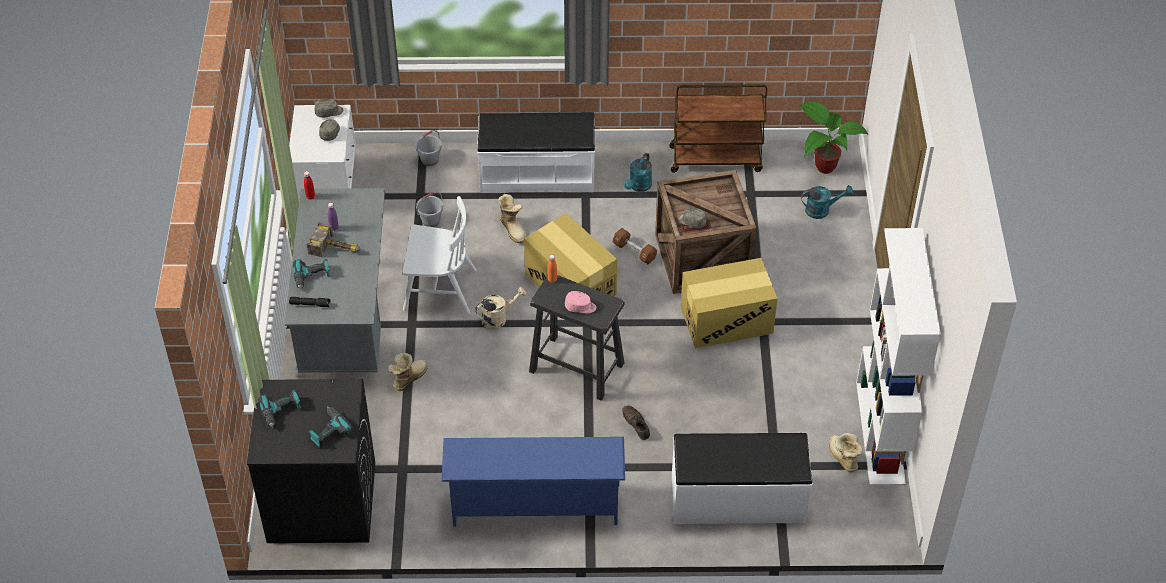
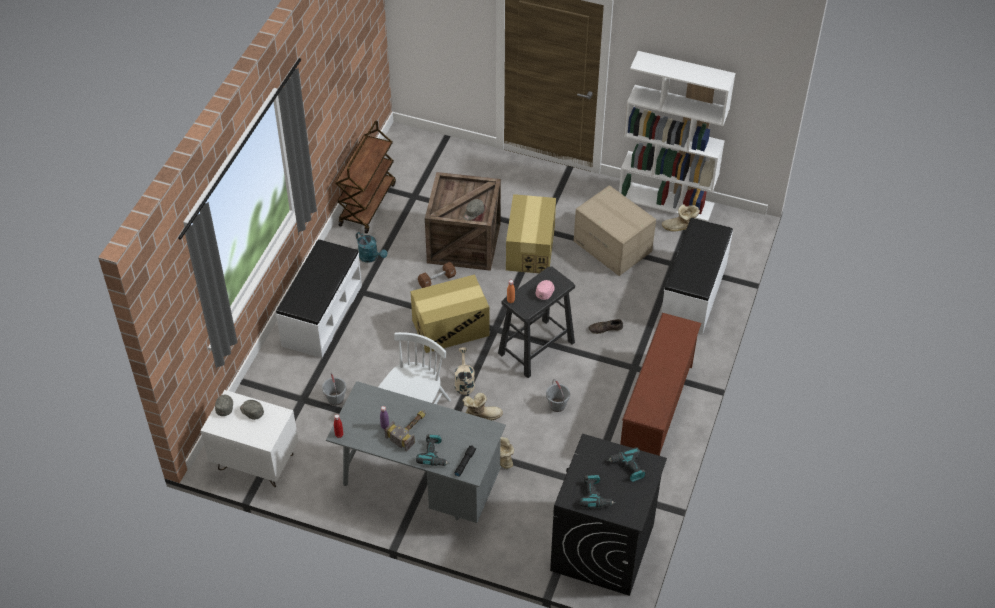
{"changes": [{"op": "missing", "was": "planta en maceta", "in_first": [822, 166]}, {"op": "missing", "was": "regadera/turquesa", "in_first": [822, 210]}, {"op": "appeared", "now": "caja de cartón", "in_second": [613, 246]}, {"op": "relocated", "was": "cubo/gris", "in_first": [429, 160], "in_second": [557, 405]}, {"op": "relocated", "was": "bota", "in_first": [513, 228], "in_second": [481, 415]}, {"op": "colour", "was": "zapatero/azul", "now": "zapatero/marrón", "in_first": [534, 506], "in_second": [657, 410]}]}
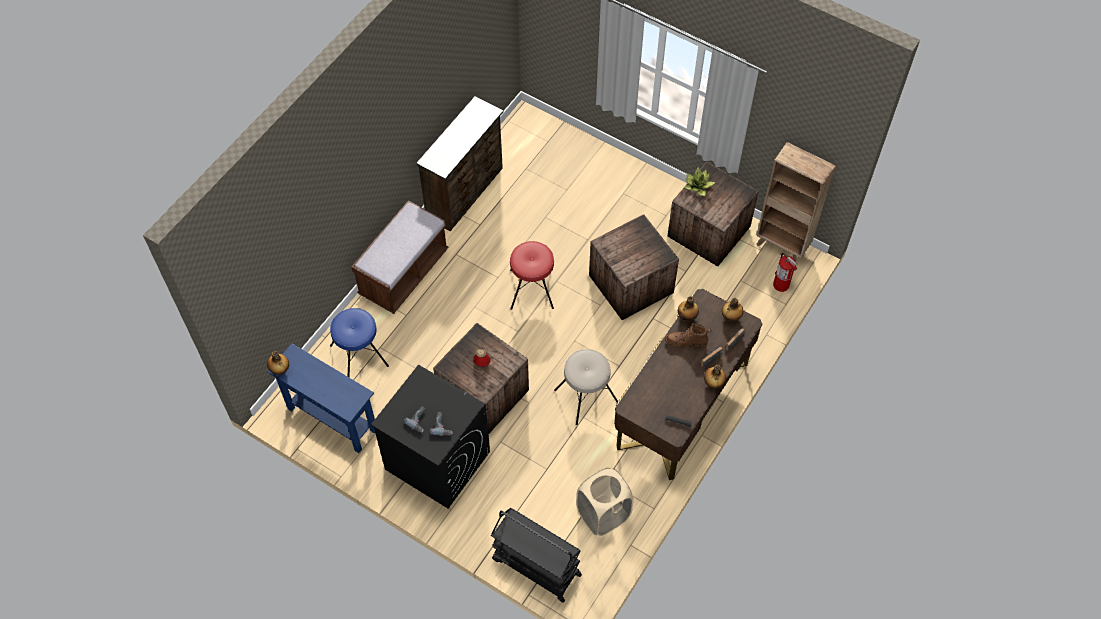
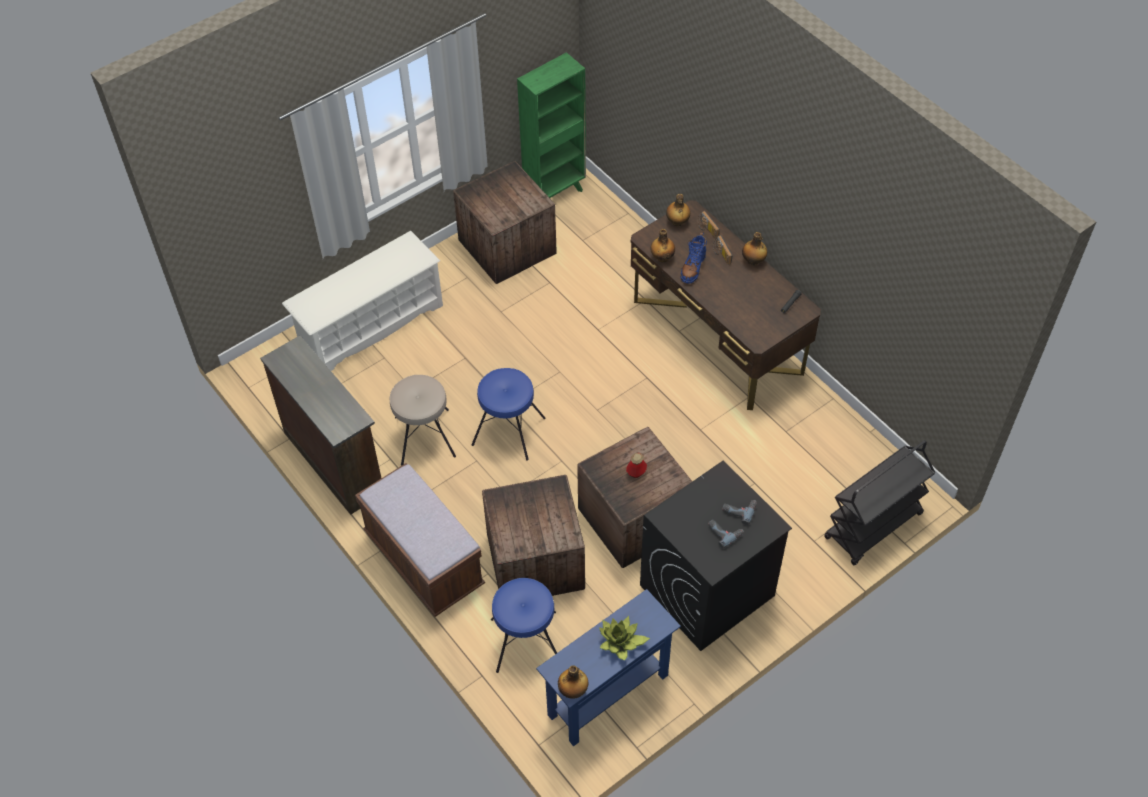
{"changes": [{"op": "missing", "was": "cesto de la ropa/beis", "in_first": [603, 514]}, {"op": "missing", "was": "extintor", "in_first": [781, 285]}, {"op": "appeared", "now": "zapatero/blanco", "in_second": [370, 325]}, {"op": "relocated", "was": "taburete/beis", "in_first": [586, 396], "in_second": [424, 437]}, {"op": "relocated", "was": "caja de embalaje", "in_first": [632, 284], "in_second": [536, 560]}, {"op": "relocated", "was": "planta en maceta", "in_first": [698, 186], "in_second": [621, 642]}, {"op": "colour", "was": "taburete/rojo", "now": "taburete/azul", "in_first": [532, 289], "in_second": [508, 430]}, {"op": "colour", "was": "bota/marrón", "now": "bota/azul", "in_first": [686, 341], "in_second": [693, 267]}, {"op": "colour", "was": "estantería/marrón", "now": "estantería/verde", "in_first": [782, 246], "in_second": [555, 193]}]}
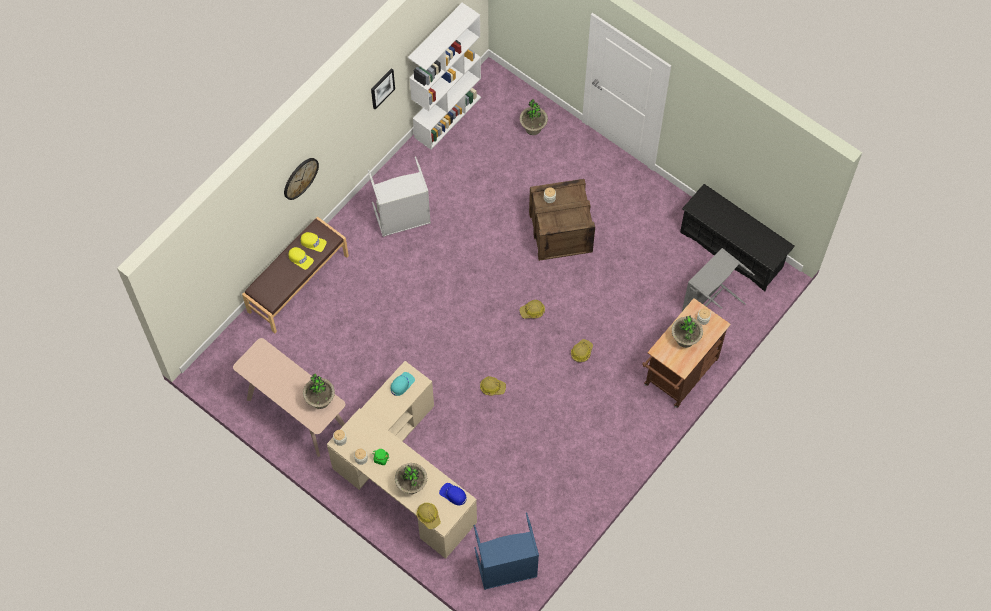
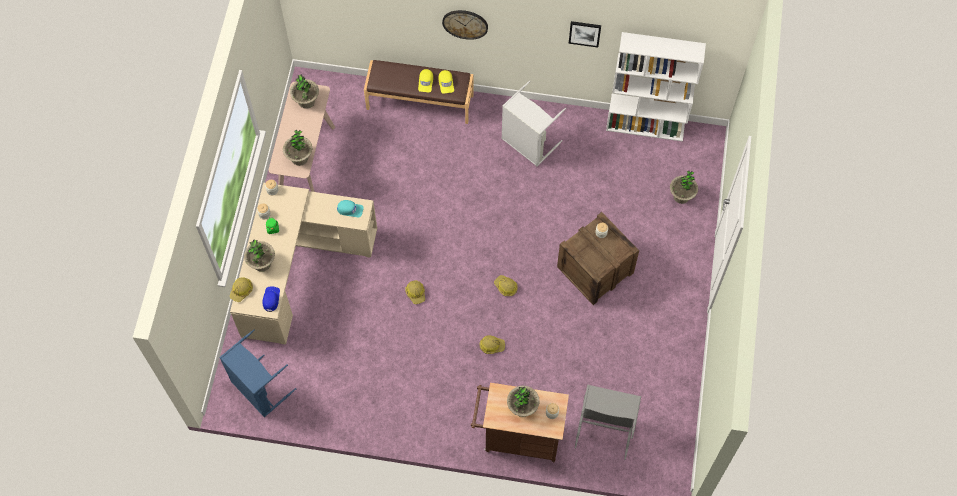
{"changes": [{"op": "missing", "was": "zapatero/negro", "in_first": [732, 250]}, {"op": "appeared", "now": "planta en maceta", "in_second": [306, 101]}]}
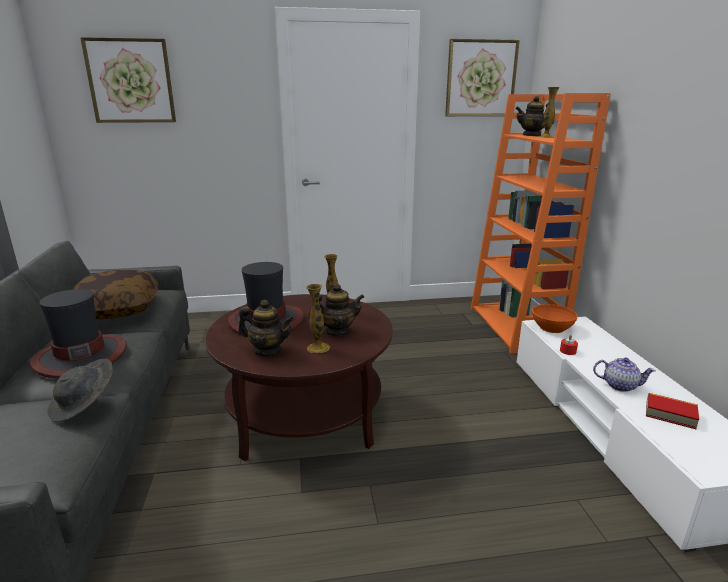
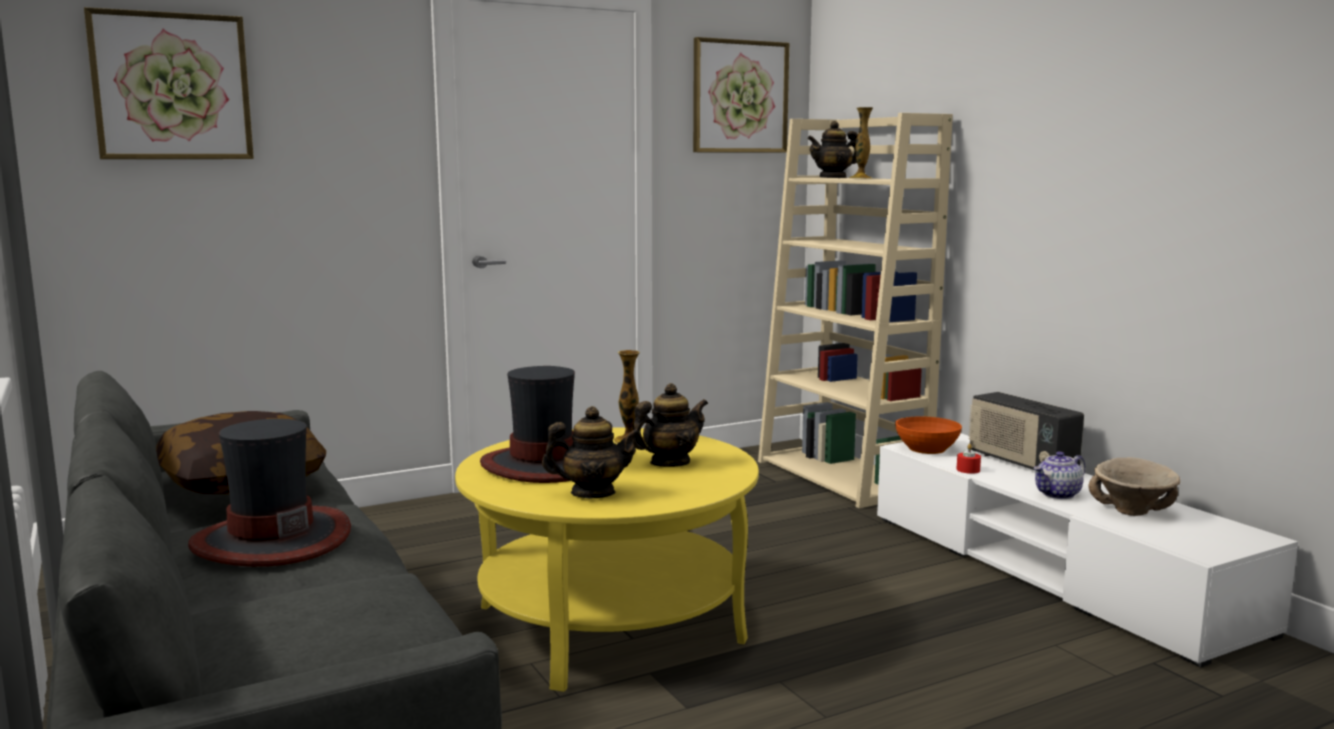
{"changes": [{"op": "missing", "was": "sombrero/gris", "in_first": [84, 404]}, {"op": "missing", "was": "florero", "in_first": [318, 348]}, {"op": "appeared", "now": "radio", "in_second": [1020, 463]}, {"op": "exchanged", "was": "libro", "now": "cuenco/beis", "in_first": [670, 414], "in_second": [1133, 512]}, {"op": "colour", "was": "mesa de centro/marrón", "now": "mesa de centro/amarillo", "in_first": [305, 414], "in_second": [609, 623]}, {"op": "colour", "was": "estantería/naranja", "now": "estantería/beis", "in_first": [516, 327], "in_second": [843, 477]}, {"op": "spun", "was": "tetera", "in_first": [620, 385], "in_second": [1058, 494], "clockwise": 150}]}
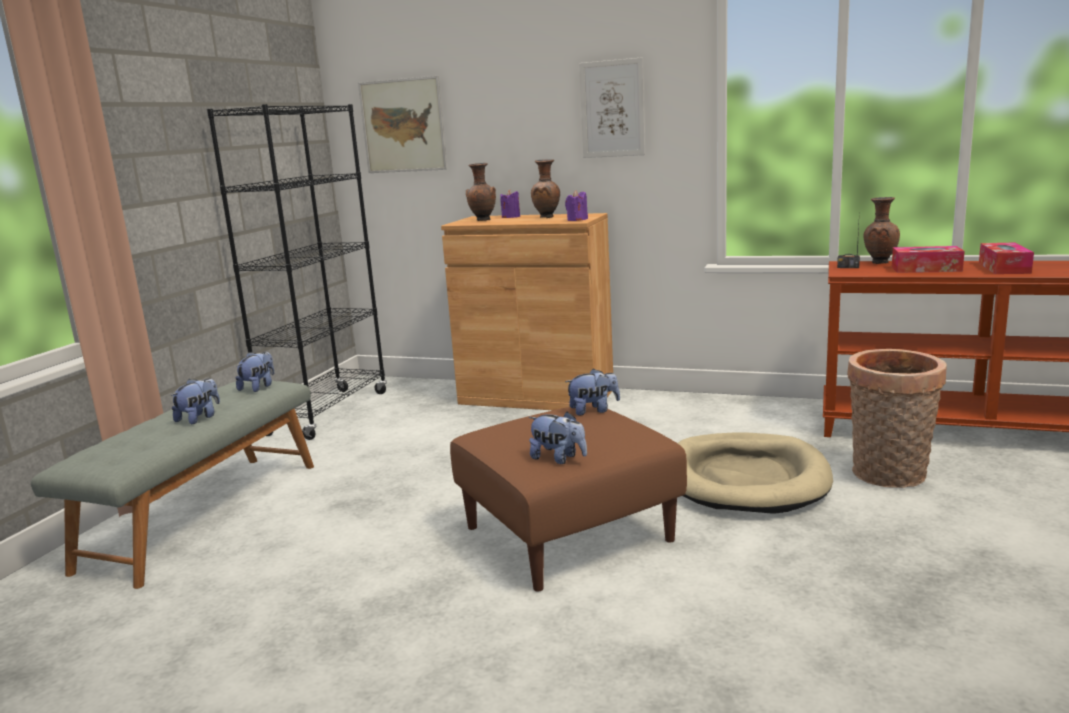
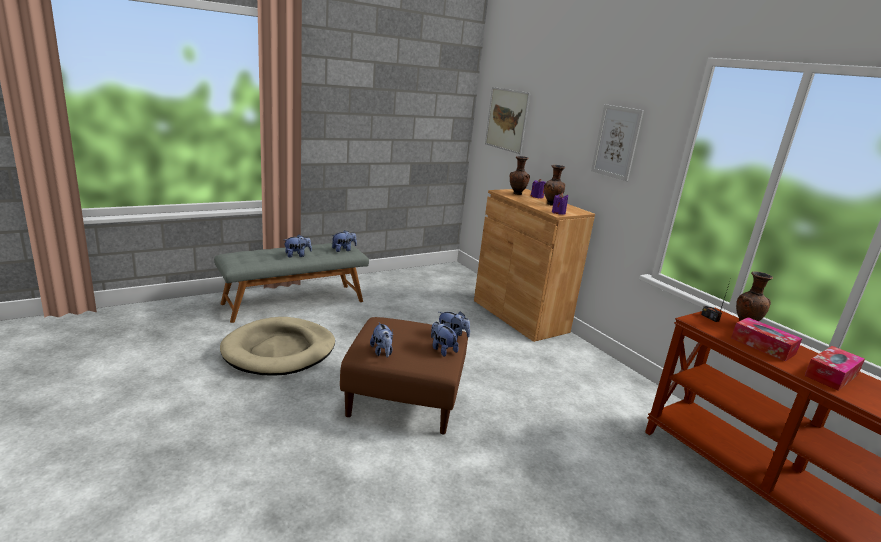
{"changes": [{"op": "missing", "was": "estantería/negro", "in_first": [328, 413]}, {"op": "missing", "was": "cesta", "in_first": [888, 476]}, {"op": "appeared", "now": "peluche", "in_second": [442, 349]}, {"op": "relocated", "was": "cama para perro/beis", "in_first": [745, 479], "in_second": [279, 350]}]}
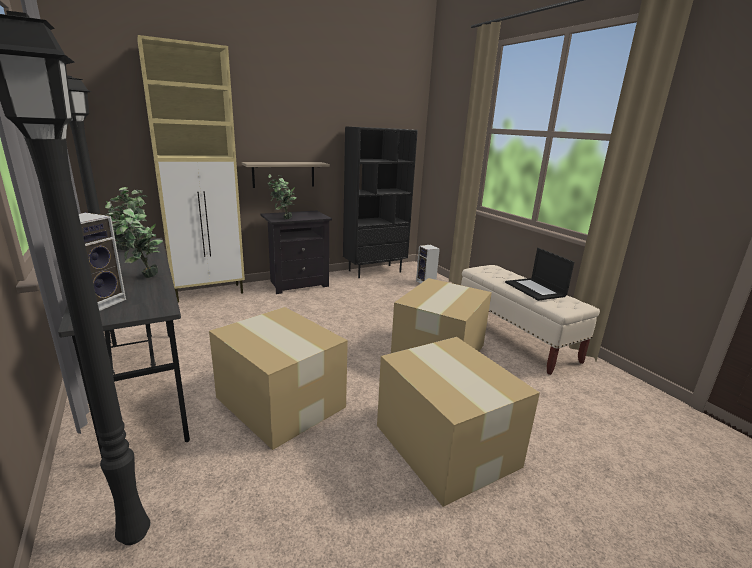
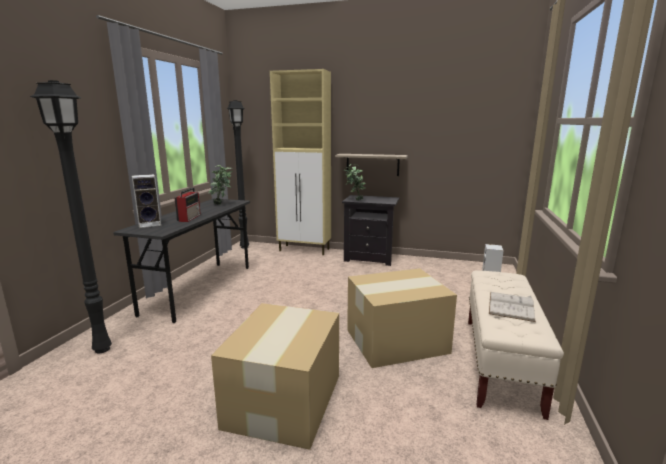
{"changes": [{"op": "missing", "was": "caja de cartón", "in_first": [281, 403]}, {"op": "missing", "was": "estantería/negro", "in_first": [375, 271]}, {"op": "exchanged", "was": "planta en maceta", "now": "radio", "in_first": [140, 278], "in_second": [189, 217]}, {"op": "exchanged", "was": "portátil", "now": "libro/blanco", "in_first": [536, 289], "in_second": [511, 306]}]}
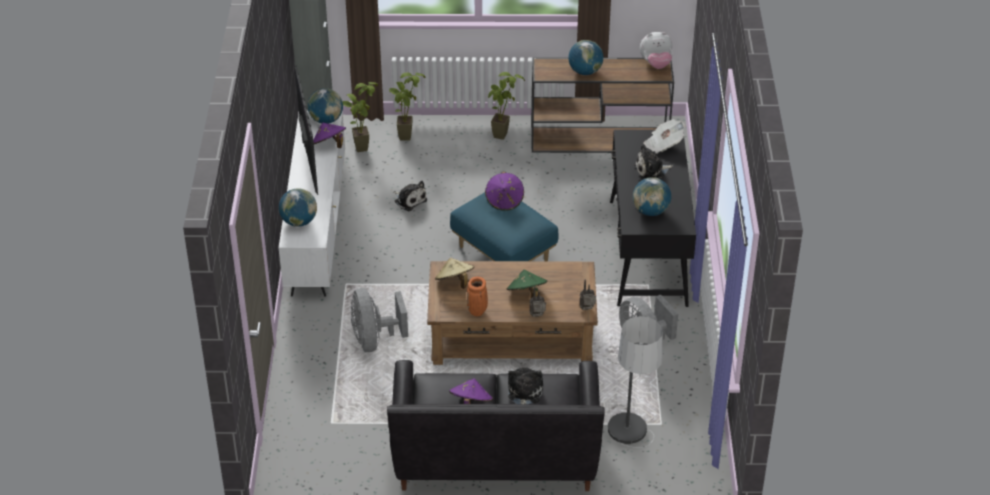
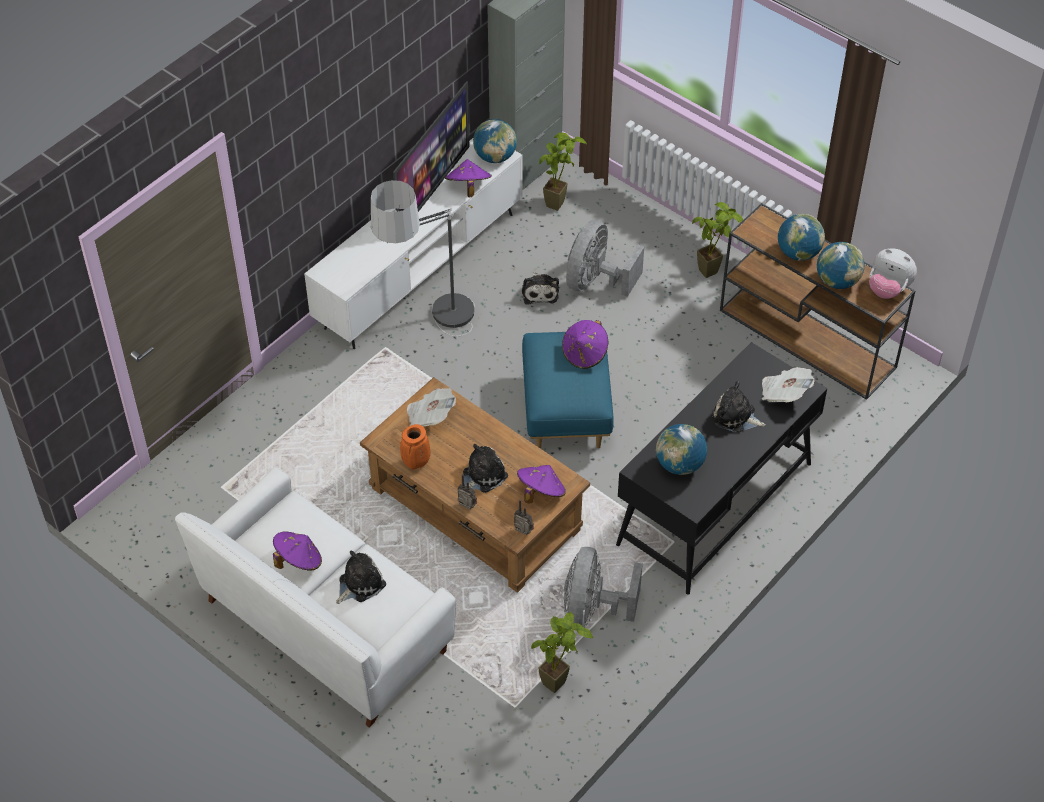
{"changes": [{"op": "appeared", "now": "sombrero/morado", "in_second": [540, 492]}, {"op": "relocated", "was": "globo terráqueo", "in_first": [299, 222], "in_second": [837, 281]}, {"op": "relocated", "was": "ventilador/gris", "in_first": [374, 340], "in_second": [596, 282]}, {"op": "relocated", "was": "planta en maceta", "in_first": [407, 134], "in_second": [561, 680]}, {"op": "relocated", "was": "lámpara de pie", "in_first": [630, 454], "in_second": [431, 334]}, {"op": "exchanged", "was": "sombrero/beis", "now": "periódico", "in_first": [454, 282], "in_second": [430, 416]}, {"op": "exchanged", "was": "sombrero/verde", "now": "peluche", "in_first": [526, 295], "in_second": [482, 476]}, {"op": "colour", "was": "sofá/negro", "now": "sofá/blanco", "in_first": [495, 455], "in_second": [325, 626]}]}
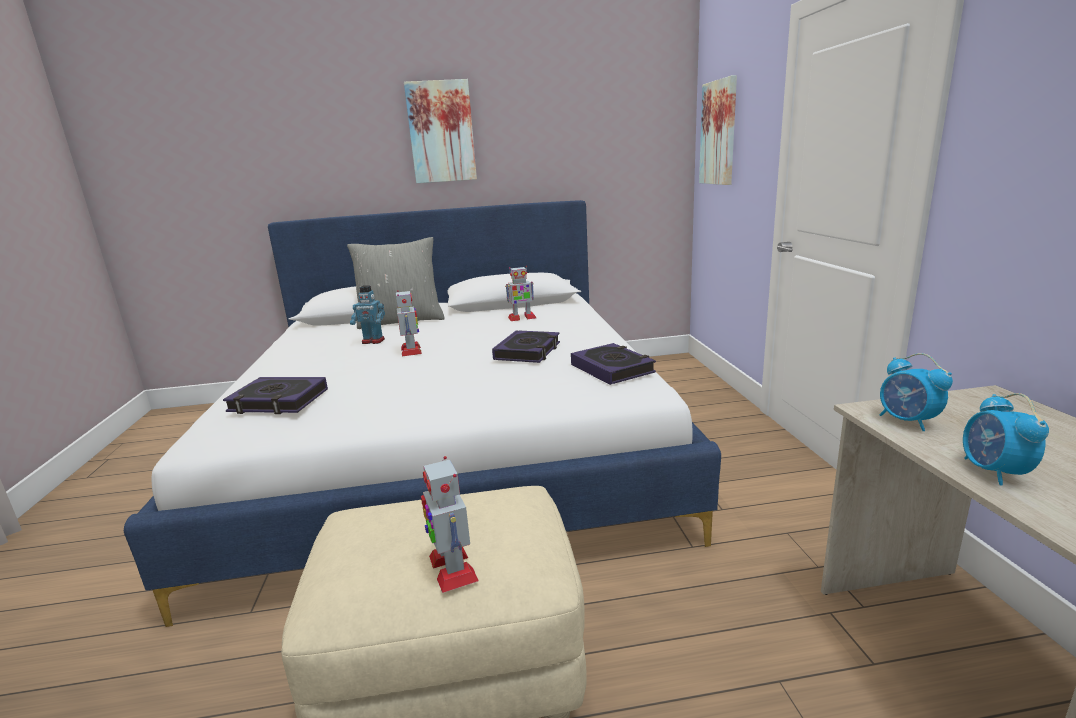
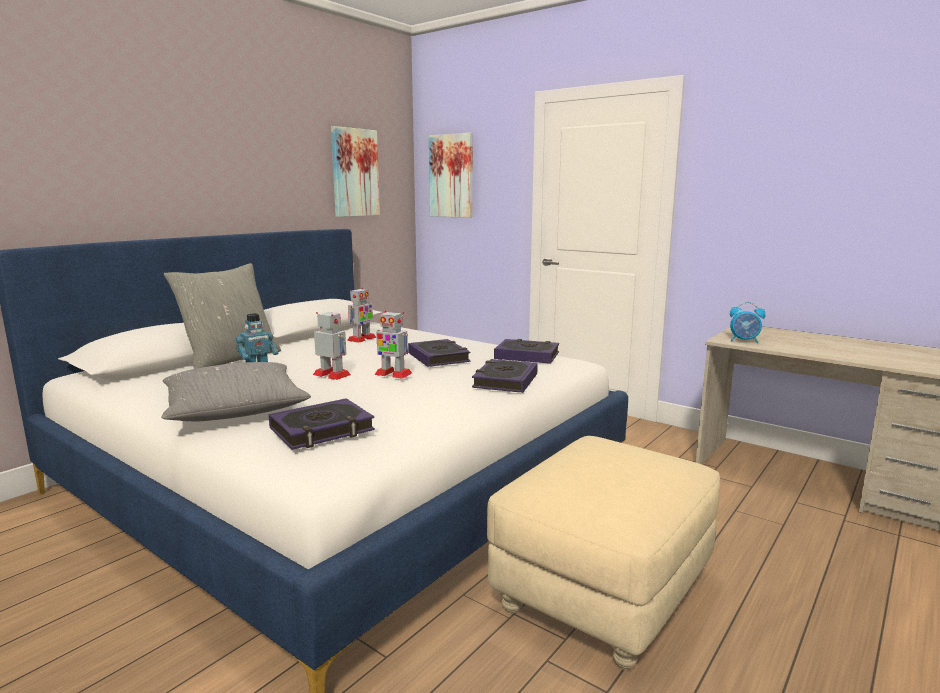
{"changes": [{"op": "missing", "was": "despertador", "in_first": [994, 472]}, {"op": "appeared", "now": "cojín/gris", "in_second": [235, 409]}, {"op": "appeared", "now": "libro", "in_second": [505, 381]}, {"op": "relocated", "was": "cuadro", "in_first": [441, 132], "in_second": [354, 172]}, {"op": "relocated", "was": "robot de juguete", "in_first": [452, 568], "in_second": [393, 374]}]}
